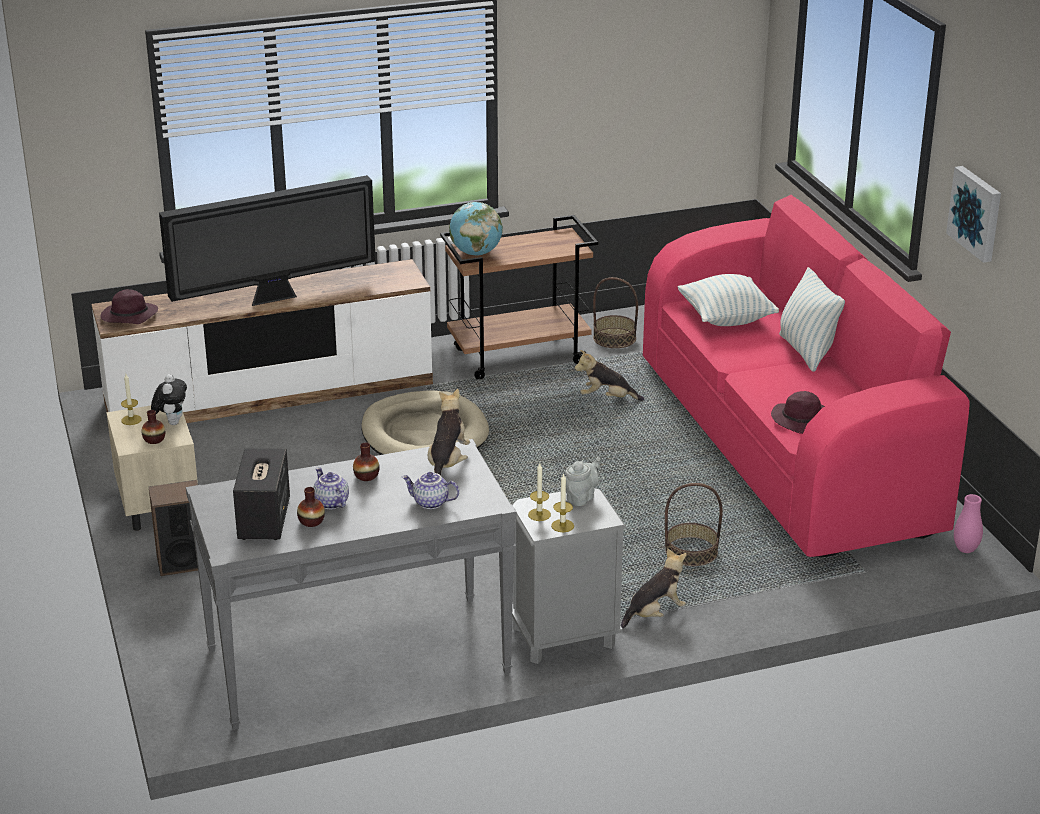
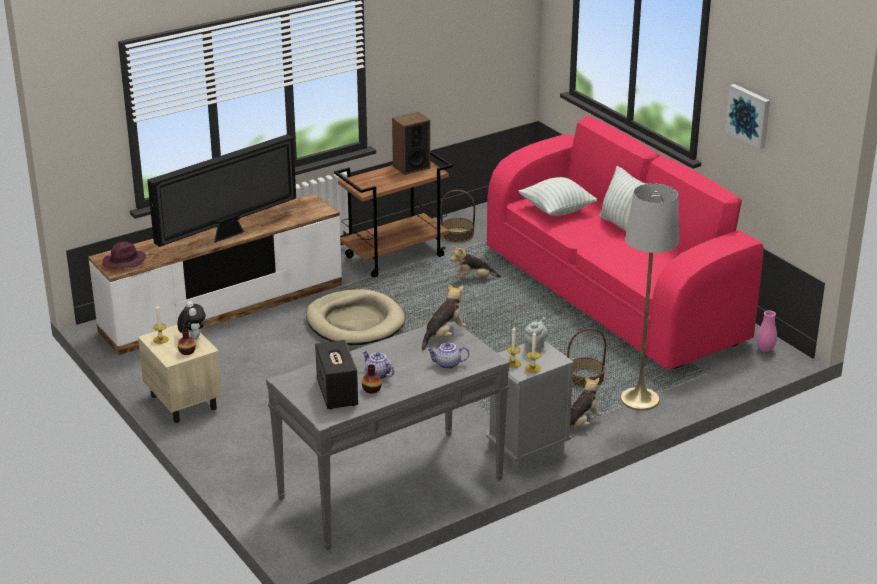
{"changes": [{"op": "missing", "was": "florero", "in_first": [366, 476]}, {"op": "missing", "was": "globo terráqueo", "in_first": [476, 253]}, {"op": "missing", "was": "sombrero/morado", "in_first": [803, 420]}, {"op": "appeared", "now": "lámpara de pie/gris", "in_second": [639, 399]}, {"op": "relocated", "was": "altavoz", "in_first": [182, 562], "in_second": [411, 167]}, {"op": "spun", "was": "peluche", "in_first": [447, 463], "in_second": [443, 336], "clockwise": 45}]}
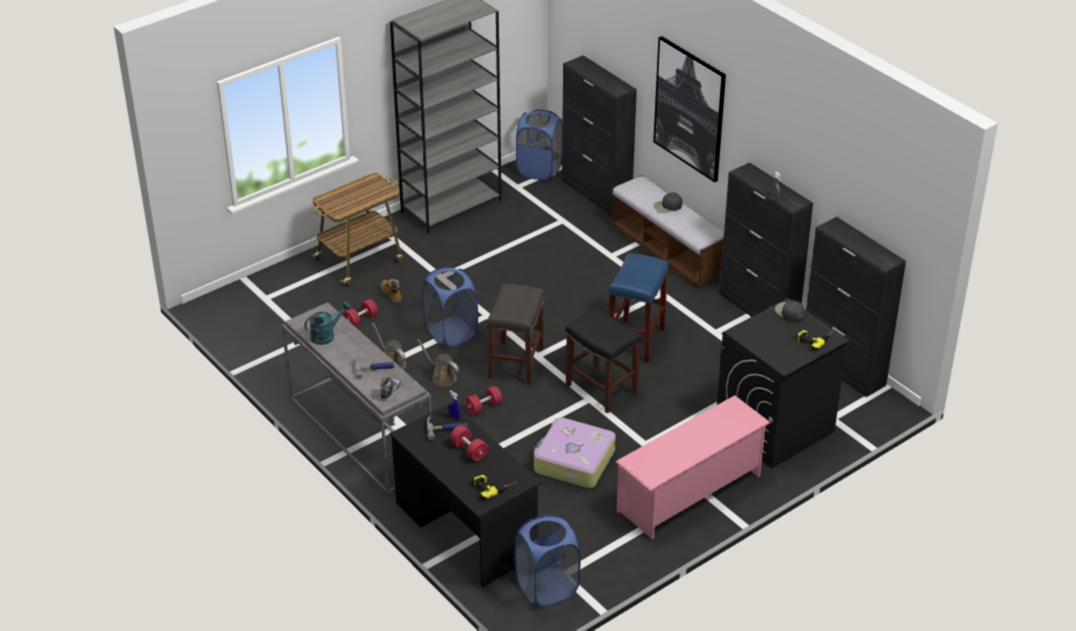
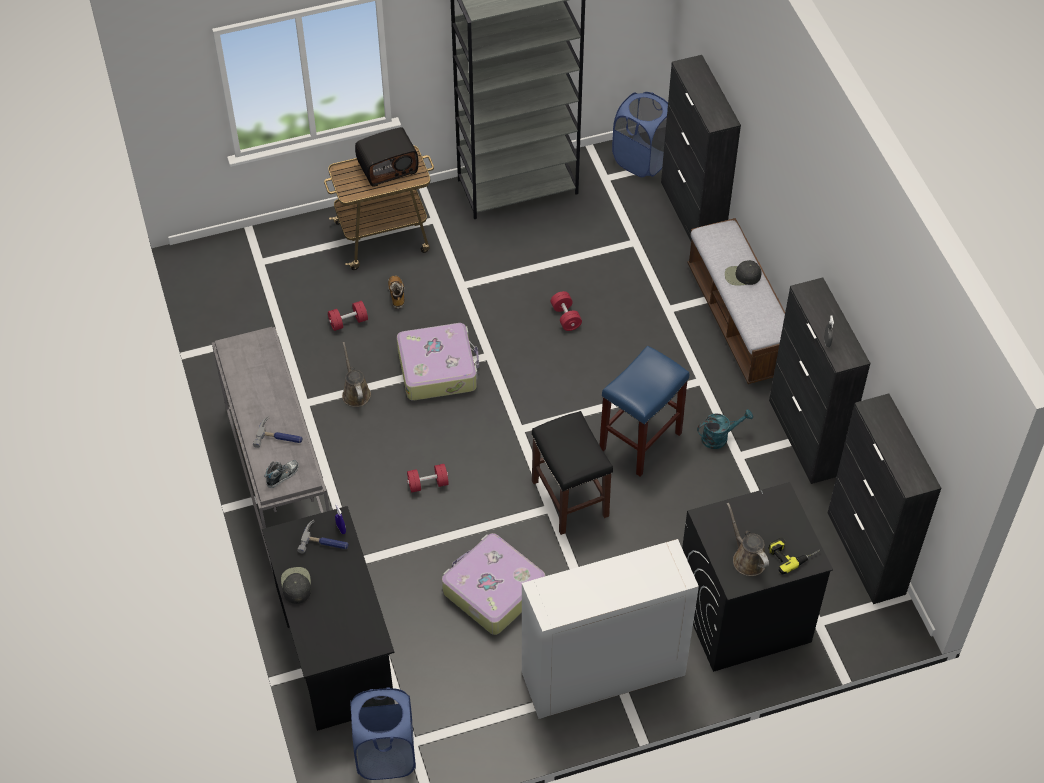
{"changes": [{"op": "missing", "was": "taladro", "in_first": [493, 485]}, {"op": "missing", "was": "taburete/gris", "in_first": [516, 362]}, {"op": "missing", "was": "cuadro", "in_first": [690, 108]}, {"op": "appeared", "now": "radio", "in_second": [387, 167]}, {"op": "relocated", "was": "regadera/turquesa", "in_first": [326, 335], "in_second": [719, 437]}, {"op": "relocated", "was": "regadera/marrón", "in_first": [441, 377], "in_second": [747, 558]}, {"op": "relocated", "was": "mancuerna/rojo", "in_first": [469, 450], "in_second": [565, 317]}, {"op": "relocated", "was": "gorra/negro", "in_first": [789, 312], "in_second": [296, 585]}, {"op": "exchanged", "was": "cesto de la ropa/azul", "now": "maleta", "in_first": [451, 333], "in_second": [438, 369]}, {"op": "exchanged", "was": "zapatero/rosa", "now": "armario/blanco", "in_first": [690, 493], "in_second": [602, 676]}]}
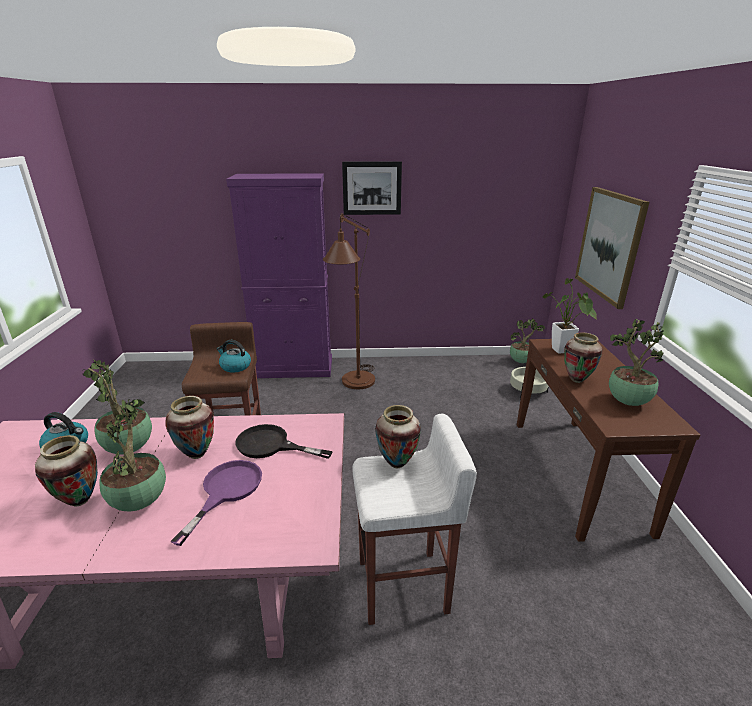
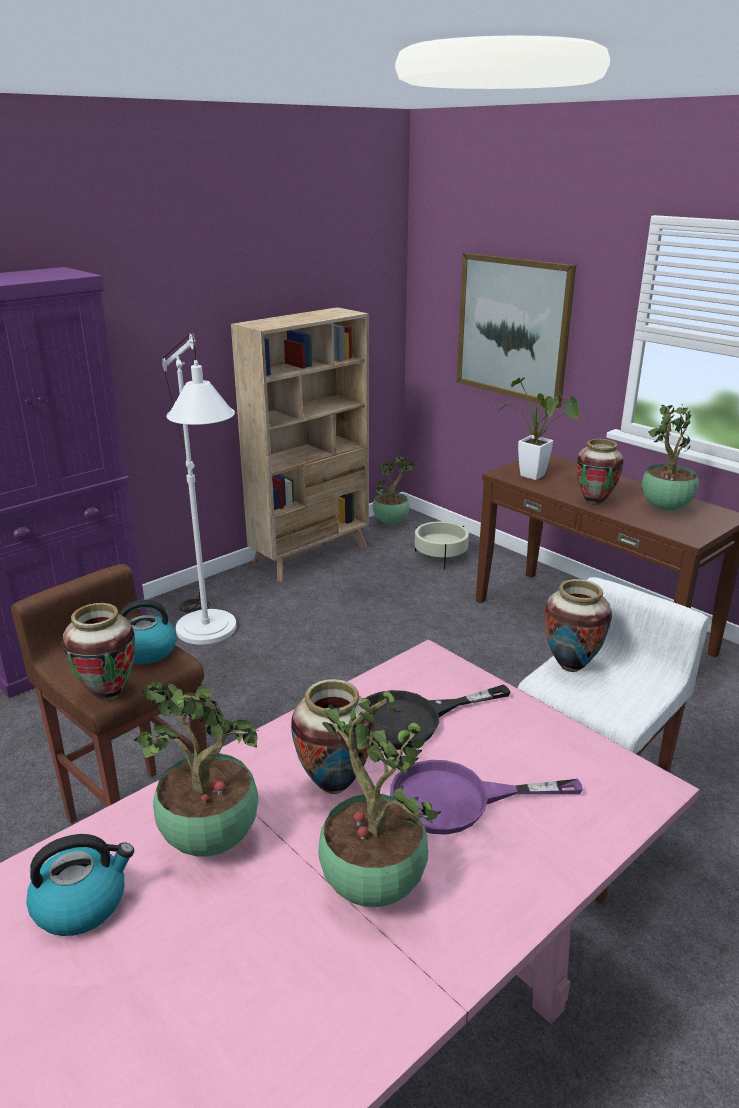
{"changes": [{"op": "missing", "was": "cuadro", "in_first": [372, 188]}, {"op": "appeared", "now": "estantería/beis", "in_second": [311, 556]}, {"op": "relocated", "was": "florero", "in_first": [80, 500], "in_second": [109, 694]}, {"op": "colour", "was": "lámpara de pie/marrón", "now": "lámpara de pie/blanco", "in_first": [355, 385], "in_second": [210, 637]}, {"op": "spun", "was": "sartén/morado", "in_first": [226, 491], "in_second": [458, 800], "clockwise": -75}]}
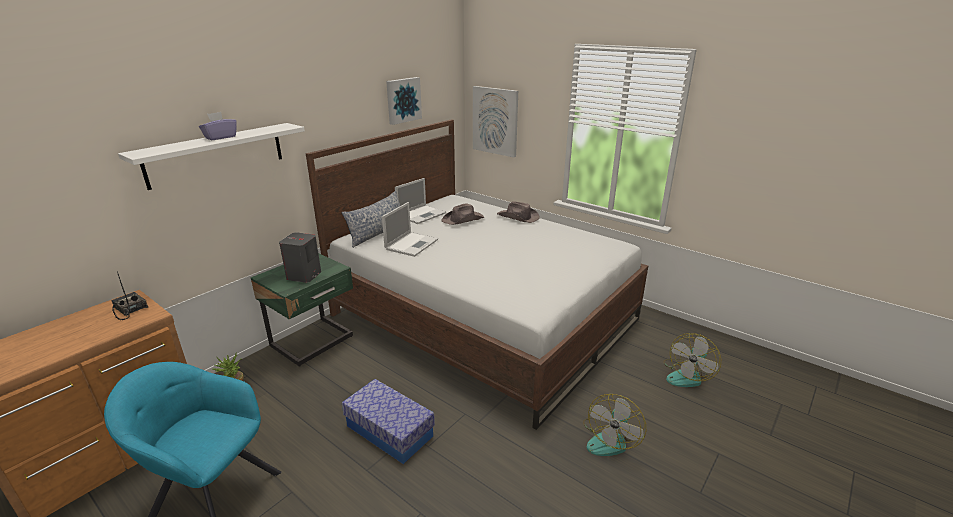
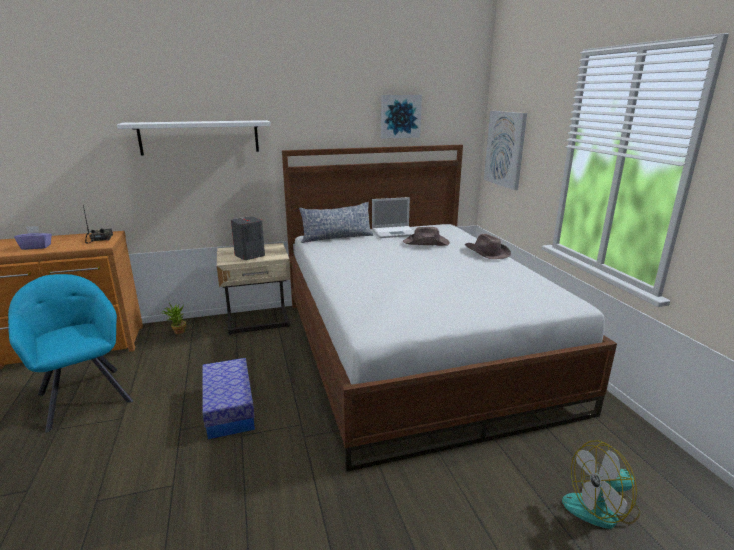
{"changes": [{"op": "missing", "was": "portátil", "in_first": [412, 244]}, {"op": "missing", "was": "ventilador", "in_first": [610, 439]}, {"op": "relocated", "was": "caja de pañuelos/morado", "in_first": [220, 137], "in_second": [36, 247]}, {"op": "colour", "was": "mesita de noche/verde", "now": "mesita de noche/beis", "in_first": [314, 342], "in_second": [258, 321]}]}
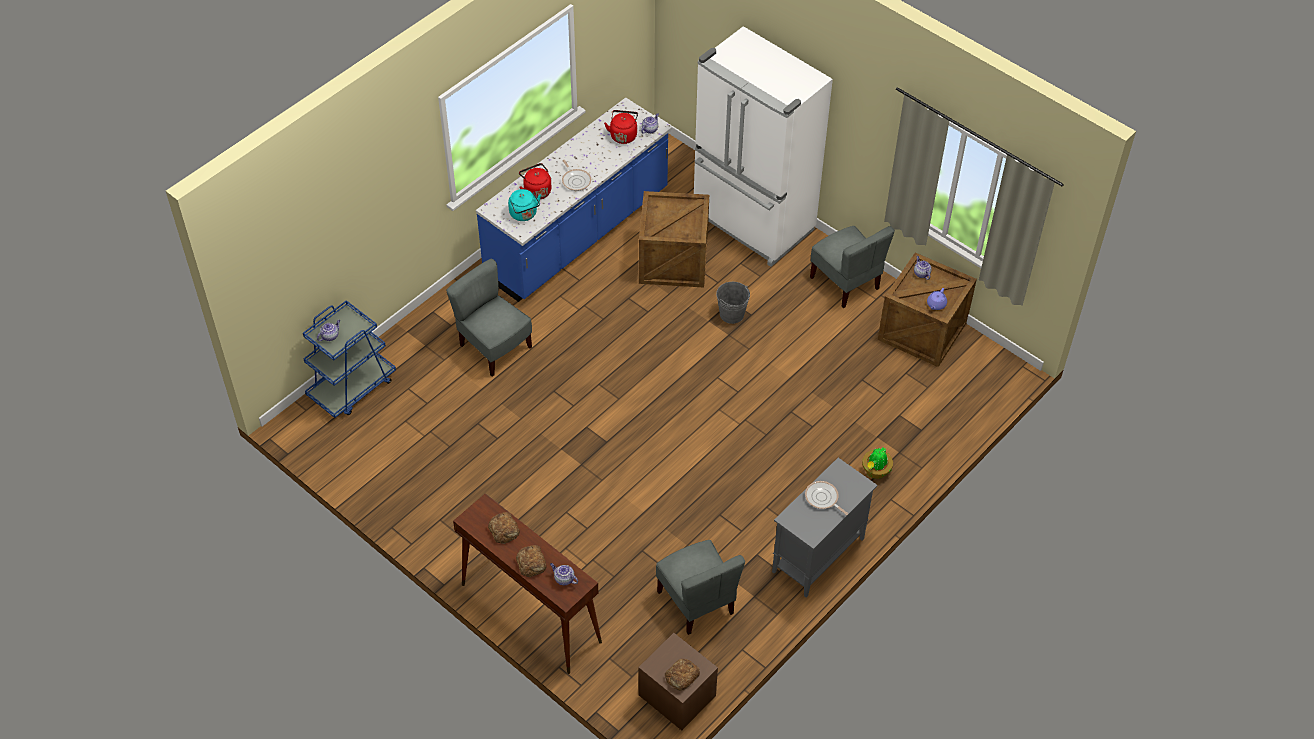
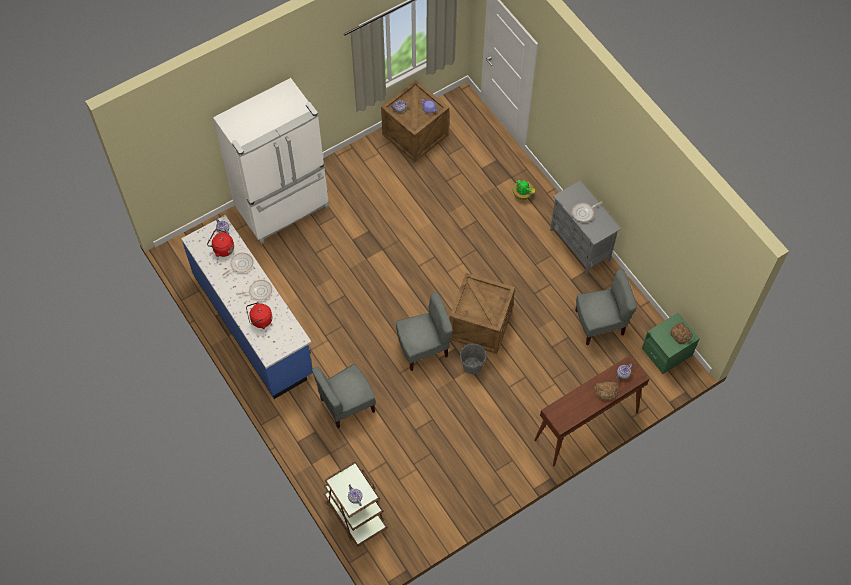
{"changes": [{"op": "missing", "was": "pan", "in_first": [504, 530]}, {"op": "missing", "was": "hervidor/turquesa", "in_first": [524, 214]}, {"op": "appeared", "now": "sartén", "in_second": [240, 264]}, {"op": "relocated", "was": "caja de embalaje", "in_first": [674, 260], "in_second": [479, 324]}, {"op": "relocated", "was": "cubo/gris", "in_first": [732, 314], "in_second": [472, 365]}, {"op": "relocated", "was": "silla/gris", "in_first": [845, 283], "in_second": [423, 347]}, {"op": "colour", "was": "carrito/azul", "now": "carrito/marrón", "in_first": [352, 387], "in_second": [355, 513]}, {"op": "colour", "was": "mesita de noche/marrón", "now": "mesita de noche/verde", "in_first": [677, 696], "in_second": [667, 352]}]}
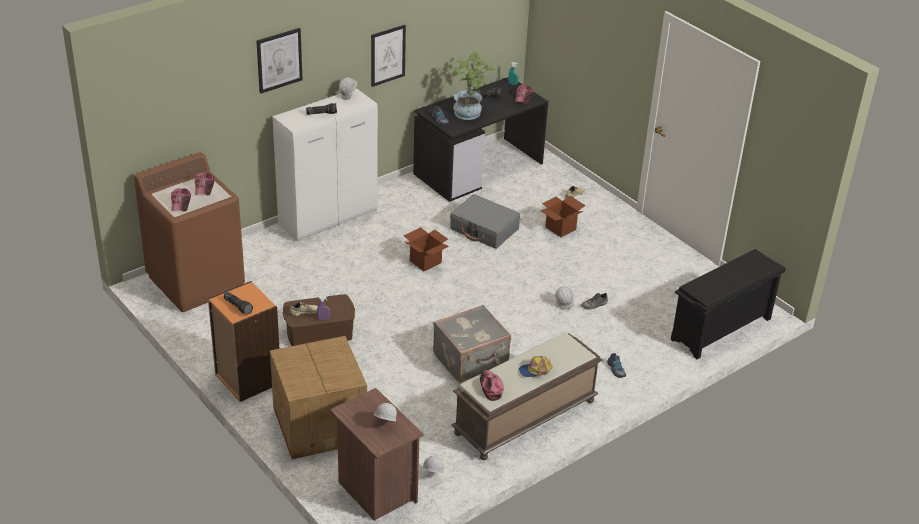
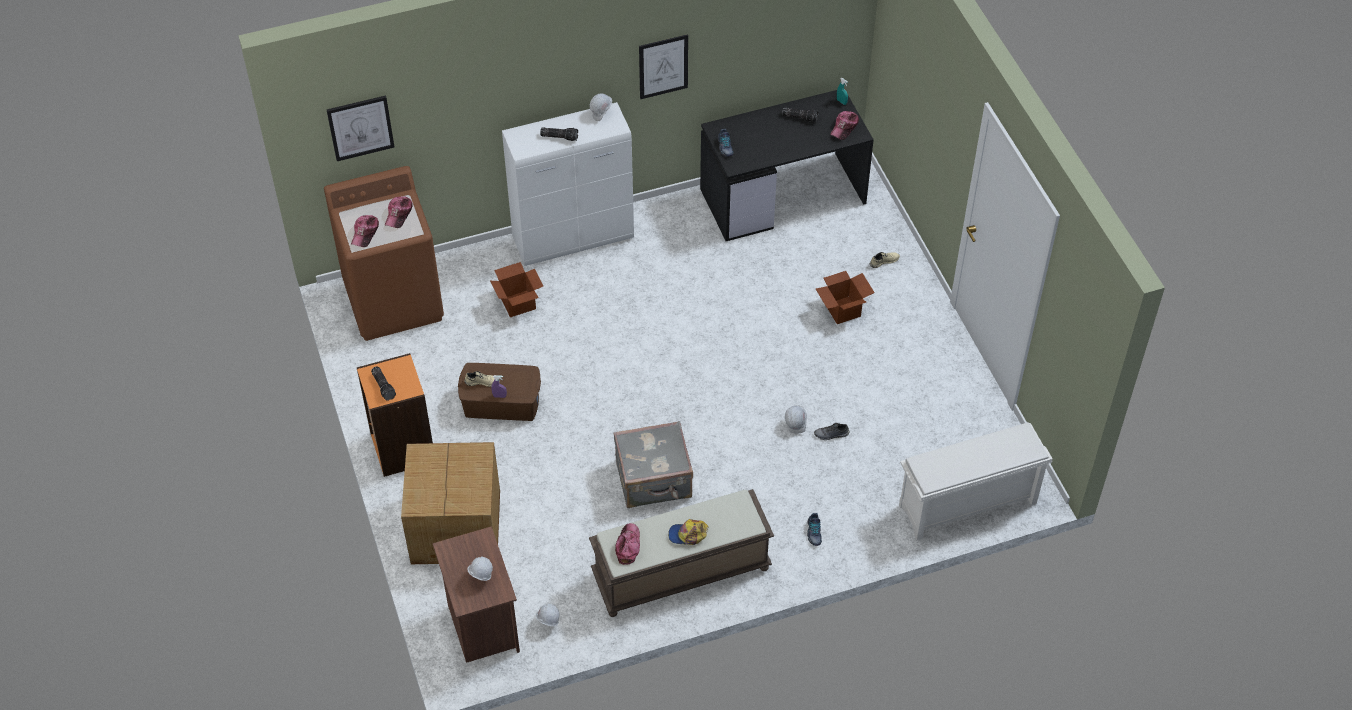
{"changes": [{"op": "missing", "was": "maleta/gris", "in_first": [484, 229]}, {"op": "missing", "was": "planta en maceta", "in_first": [470, 115]}, {"op": "relocated", "was": "cuadro", "in_first": [279, 60], "in_second": [360, 127]}, {"op": "relocated", "was": "caja de cartón", "in_first": [425, 262], "in_second": [518, 304]}, {"op": "colour", "was": "zapatero/negro", "now": "zapatero/blanco", "in_first": [720, 330], "in_second": [966, 505]}]}
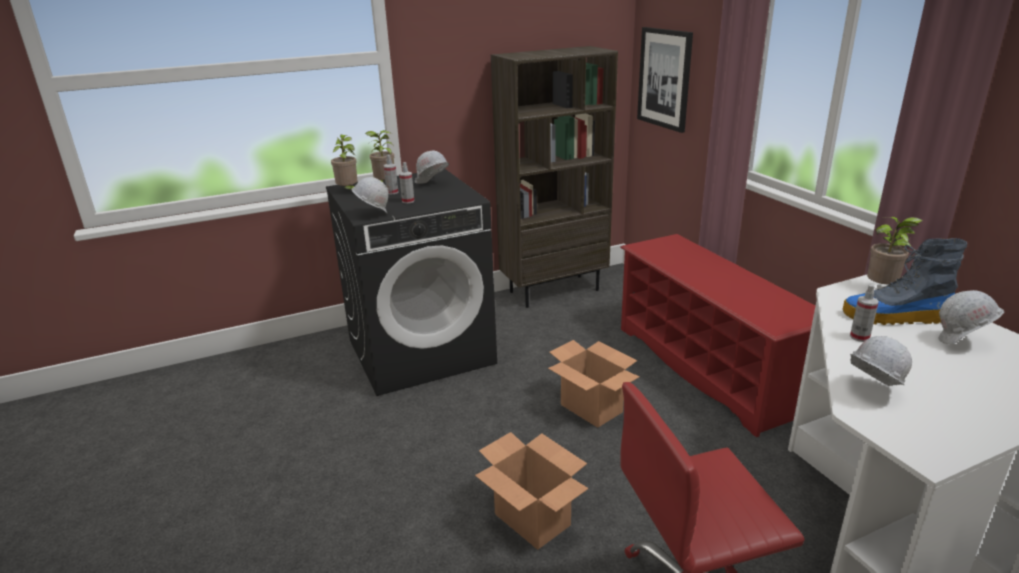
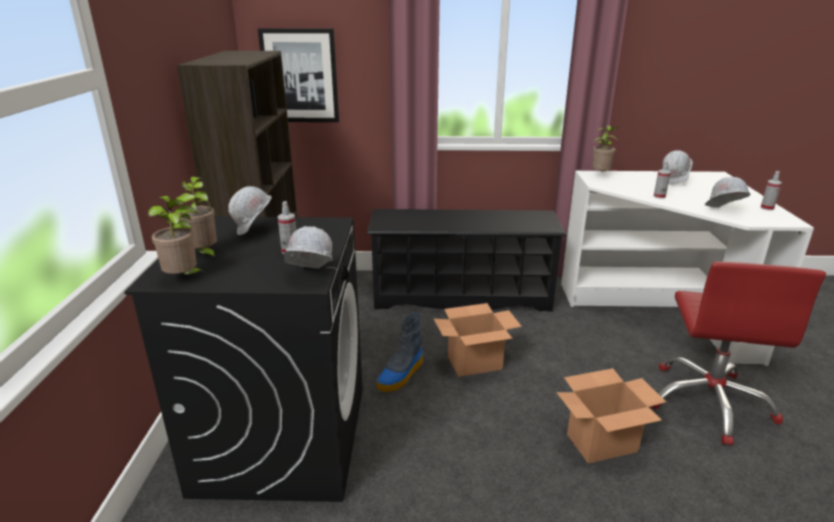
{"changes": [{"op": "relocated", "was": "pulverizador", "in_first": [392, 192], "in_second": [767, 208]}, {"op": "relocated", "was": "bota", "in_first": [894, 317], "in_second": [401, 375]}, {"op": "colour", "was": "zapatero/rojo", "now": "zapatero/negro", "in_first": [707, 367], "in_second": [461, 296]}]}
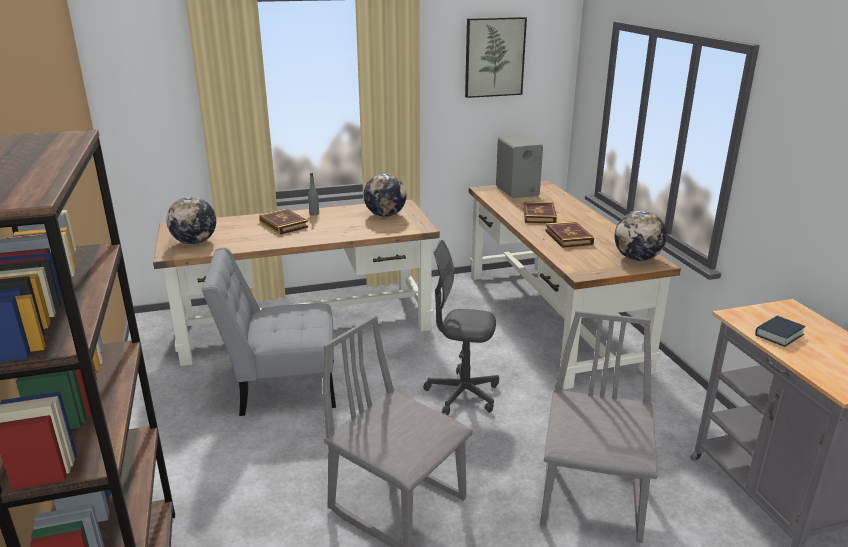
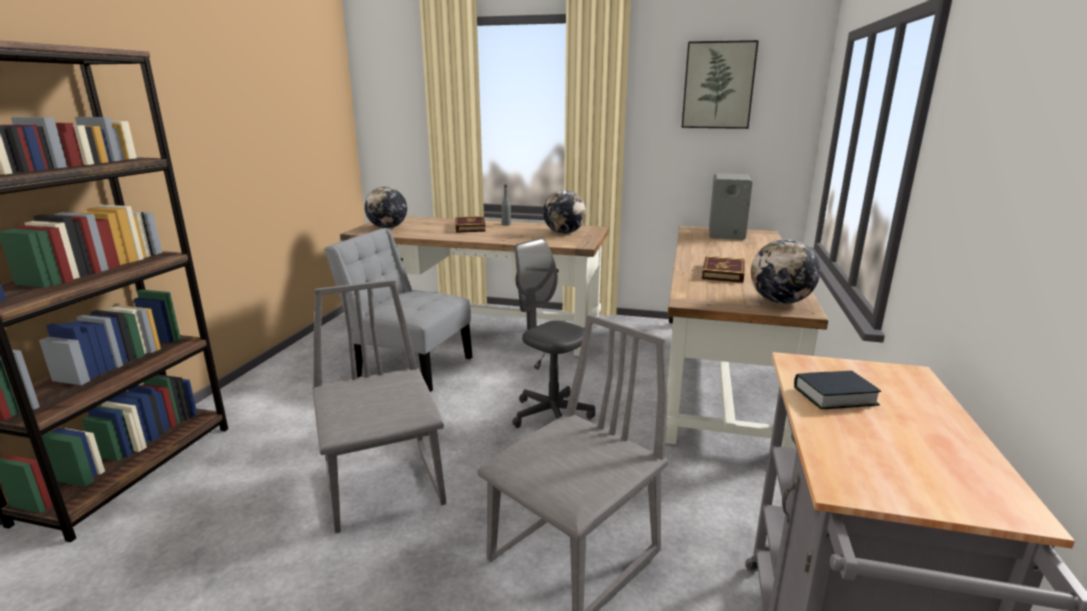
{"changes": [{"op": "missing", "was": "libro", "in_first": [539, 215]}]}
